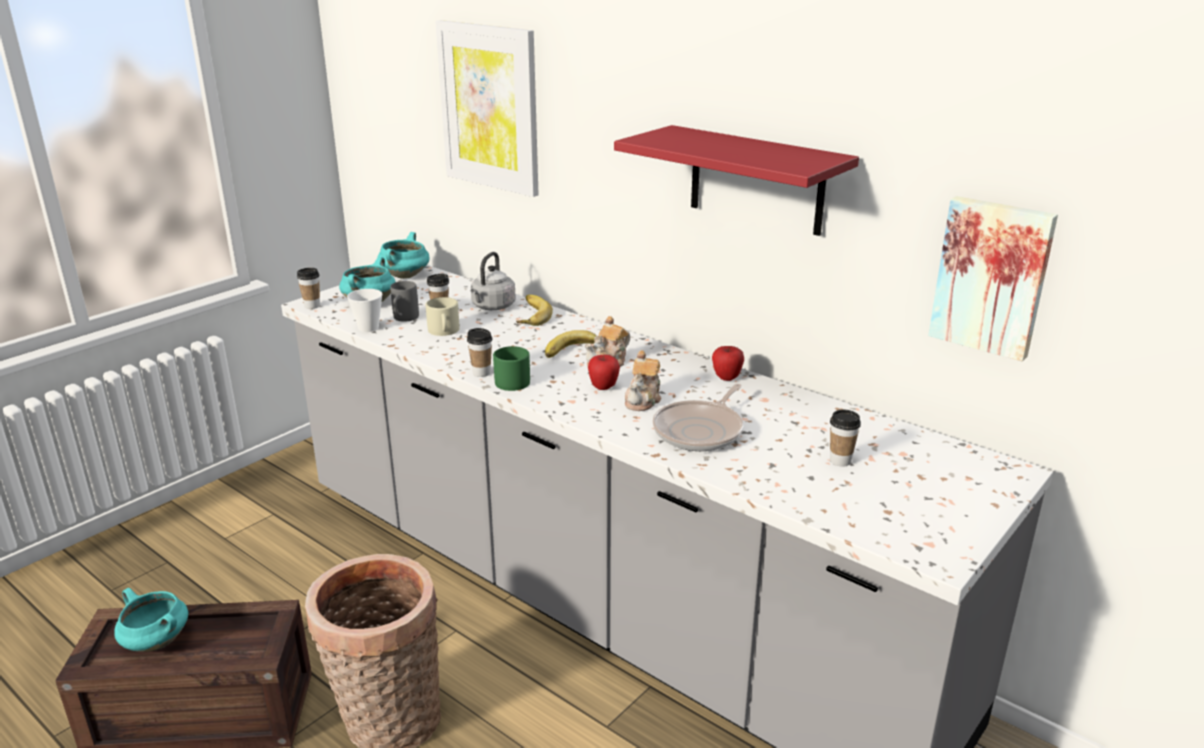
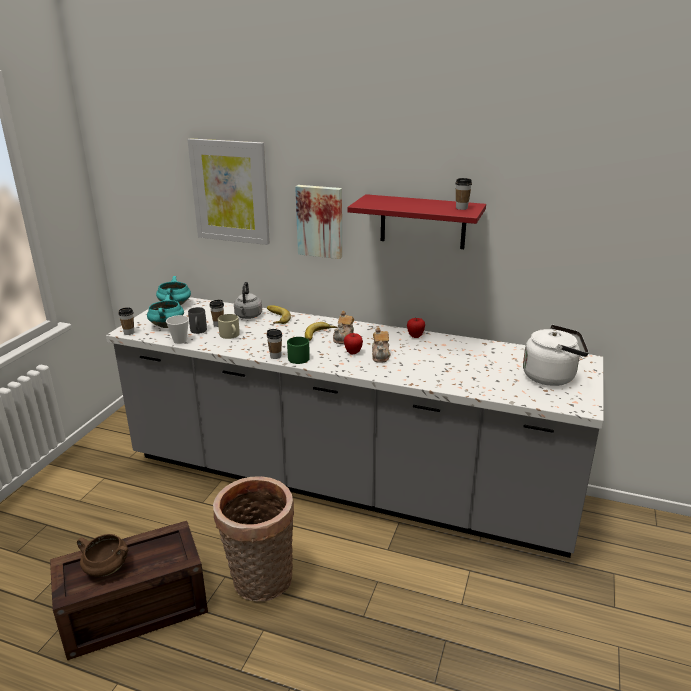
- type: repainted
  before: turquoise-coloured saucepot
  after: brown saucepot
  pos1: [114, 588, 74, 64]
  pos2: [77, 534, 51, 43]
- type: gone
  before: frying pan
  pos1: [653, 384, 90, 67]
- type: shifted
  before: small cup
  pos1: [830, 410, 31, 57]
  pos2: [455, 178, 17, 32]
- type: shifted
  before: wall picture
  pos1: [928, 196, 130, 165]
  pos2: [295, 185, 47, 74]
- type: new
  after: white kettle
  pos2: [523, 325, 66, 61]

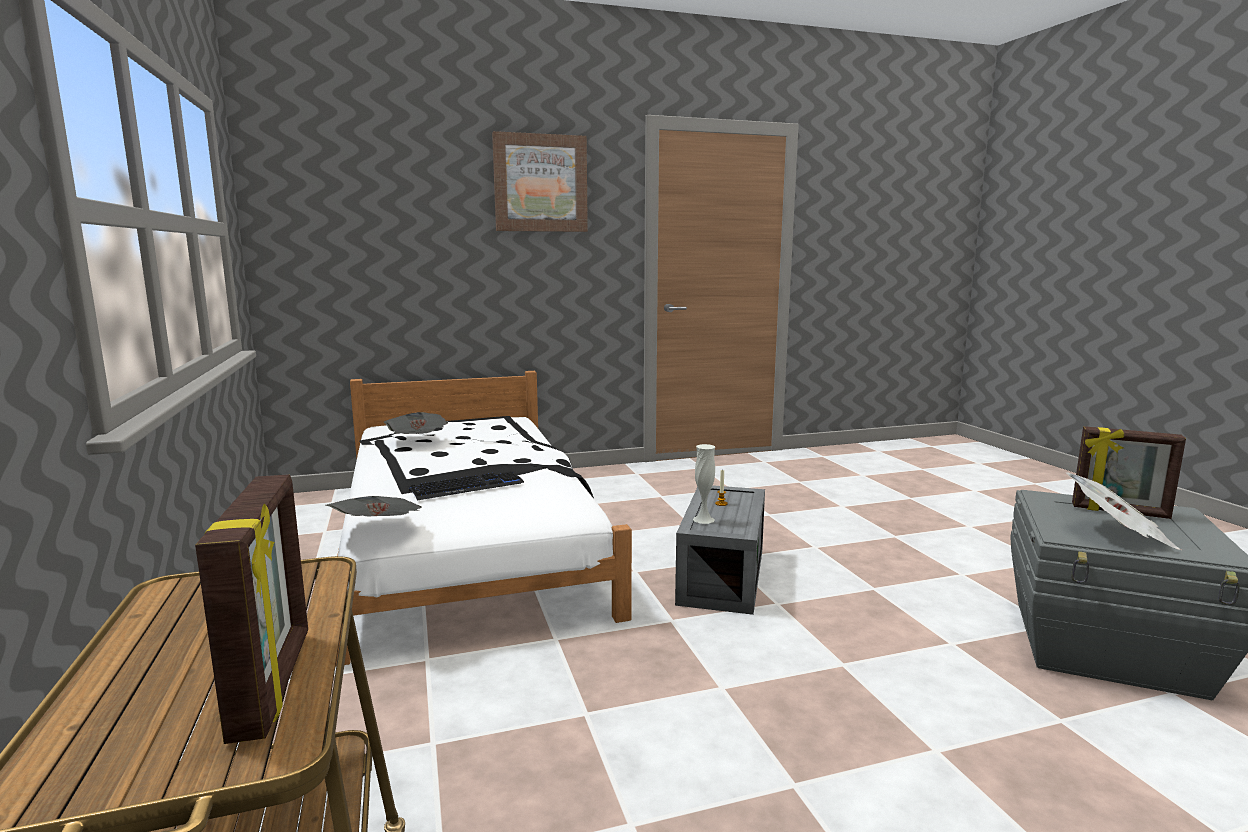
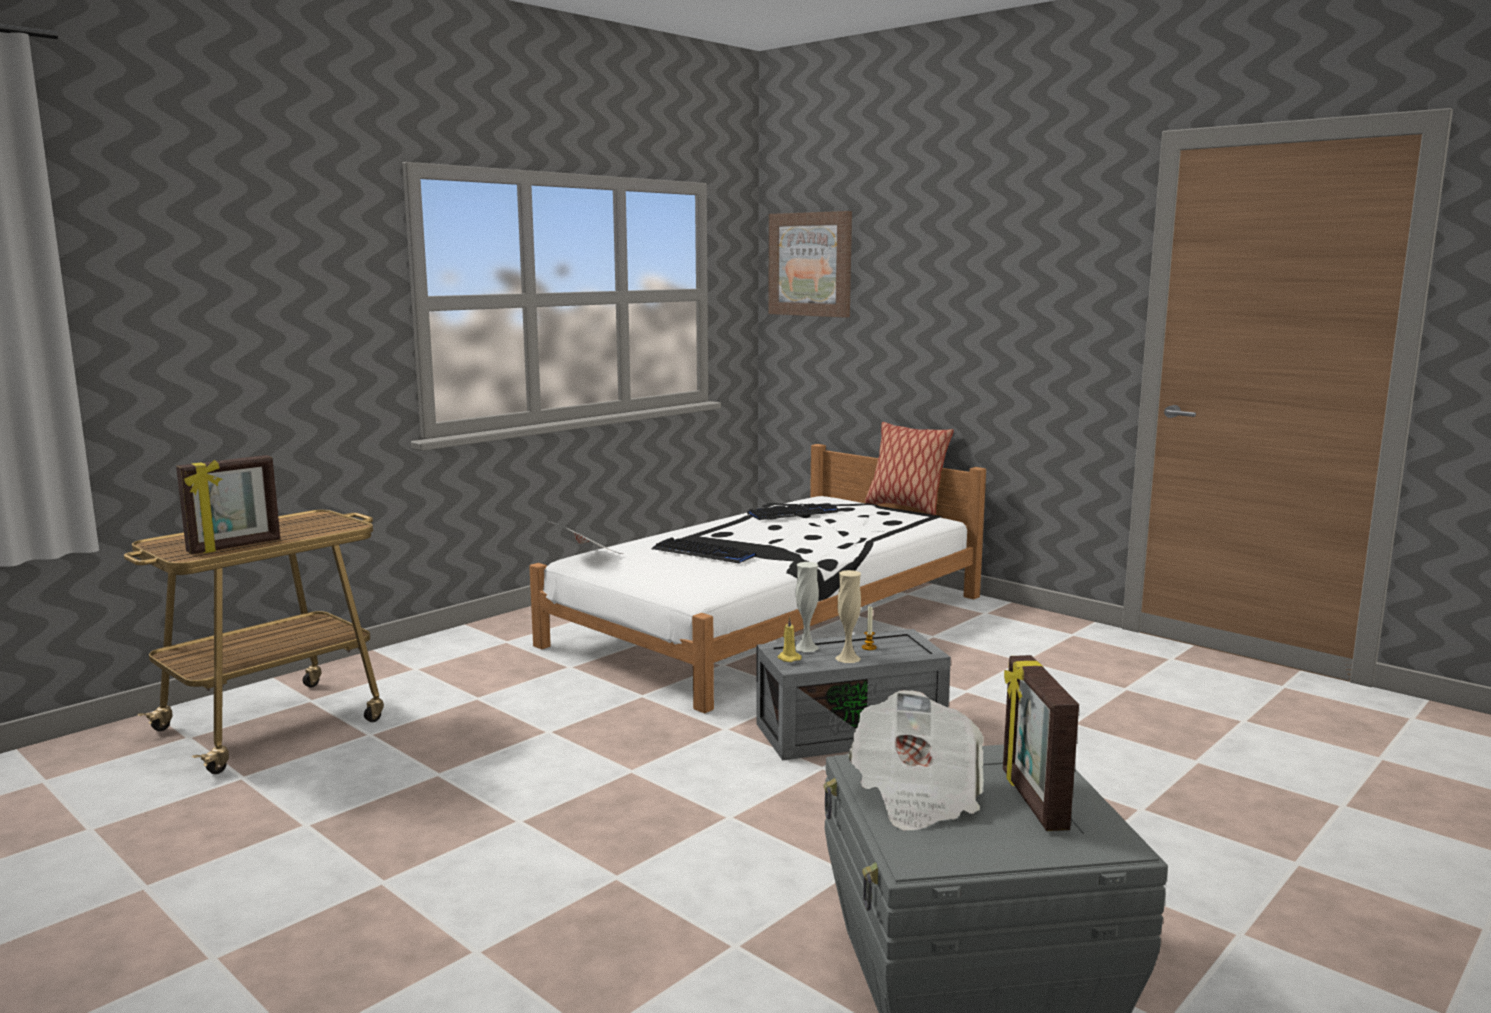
- type: swapped
  before: newspaper
  after: computer keyboard
  pos1: [384, 412, 64, 22]
  pos2: [747, 503, 94, 17]
- type: shifted
  before: wall picture
  pos1: [492, 131, 96, 101]
  pos2: [768, 211, 84, 106]
- type: new
  after: yellow candle
  pos2: [777, 617, 25, 45]
- type: new
  after: sand-coloured decorative vase
  pos2: [835, 570, 26, 93]
- type: new
  after: cushion
  pos2: [865, 422, 89, 93]

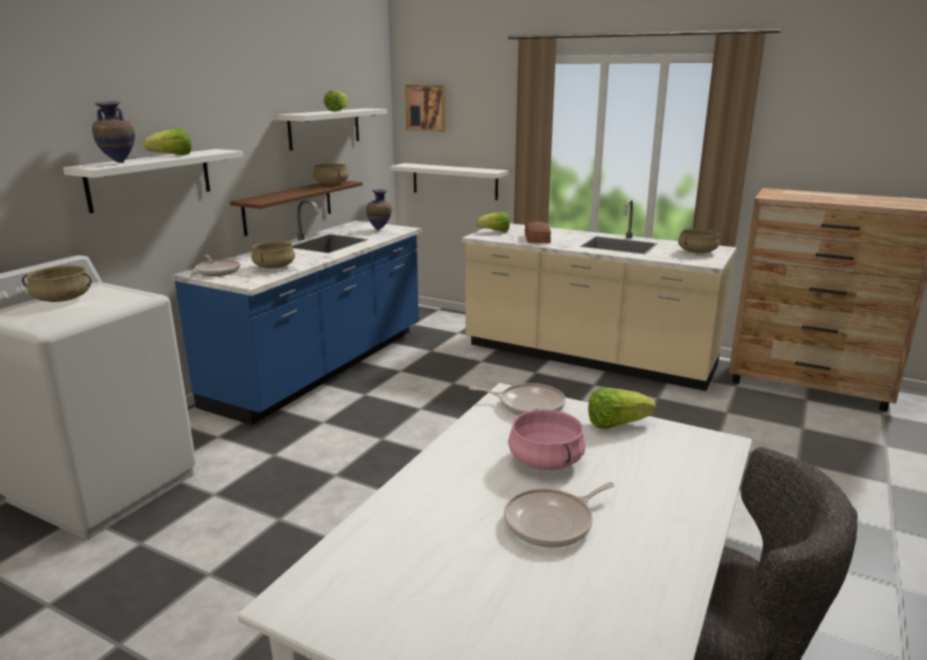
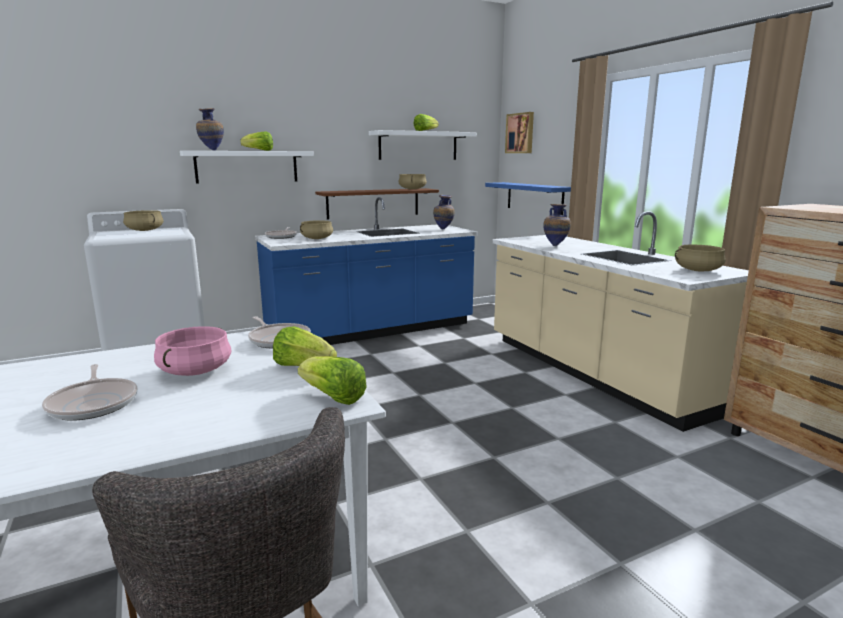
- type: repainted
  before: white wall shelf
  after: blue wall shelf
  pos1: [390, 163, 119, 37]
  pos2: [485, 182, 86, 33]
- type: shifted
  before: head of lettuce
  pos1: [476, 212, 34, 20]
  pos2: [298, 356, 69, 49]
- type: rotated
  before: frying pan
  pos1: [504, 482, 111, 66]
  pos2: [42, 364, 96, 57]
  turn: -120
- type: swapped
  before: bakery bread
  after: decorative vase
  pos1: [525, 222, 26, 21]
  pos2: [543, 204, 28, 42]

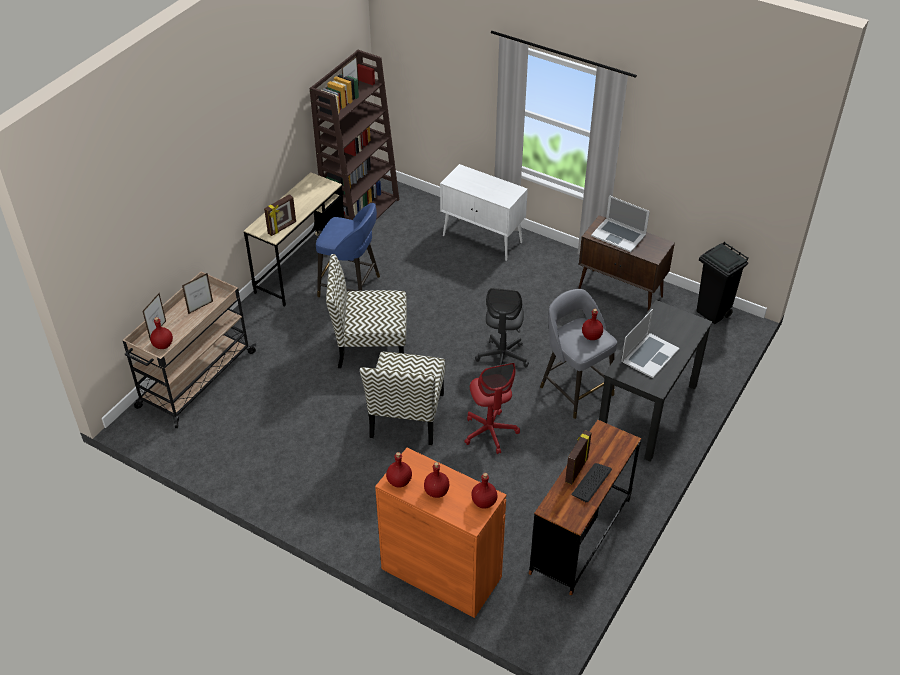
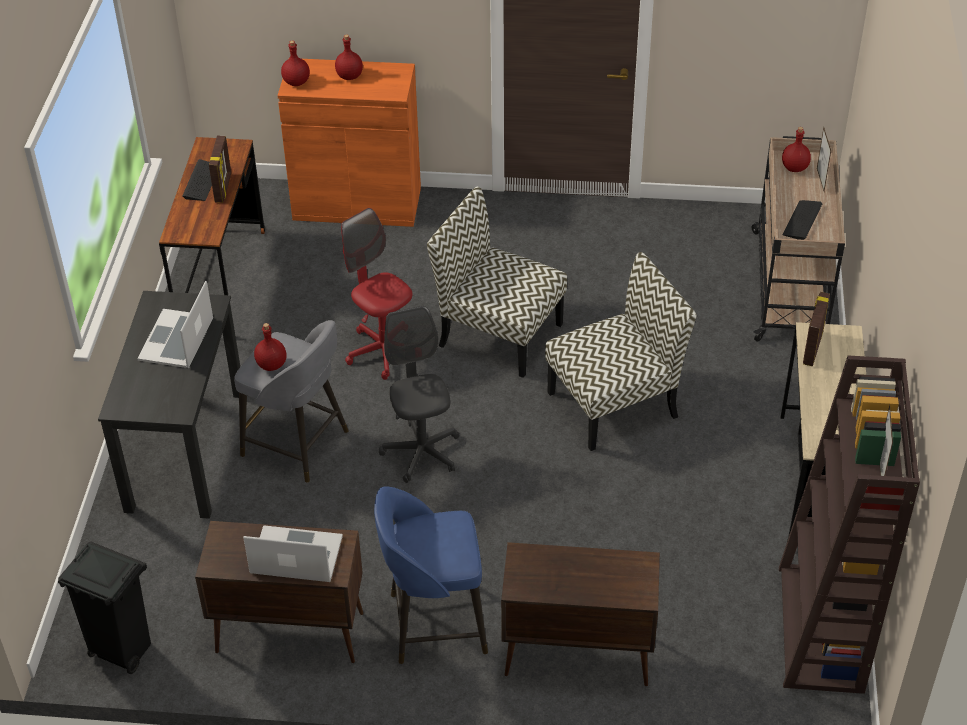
- type: swapped
  before: picture frame
  after: computer keyboard
  pos1: [182, 273, 31, 41]
  pos2: [782, 200, 40, 40]
- type: shifted
  before: blue stool seat
  pos1: [316, 203, 64, 94]
  pos2: [374, 486, 114, 178]
- type: rotated
  before: plain chair
  pos1: [360, 352, 85, 93]
  pos2: [427, 187, 140, 191]
  turn: -45
- type: gone
  before: red-coloured drink bottle
  pos1: [386, 452, 26, 36]
- type: repainted
  before: white cabinet
  after: brown cabinet
  pos1: [440, 164, 88, 97]
  pos2: [501, 542, 159, 144]

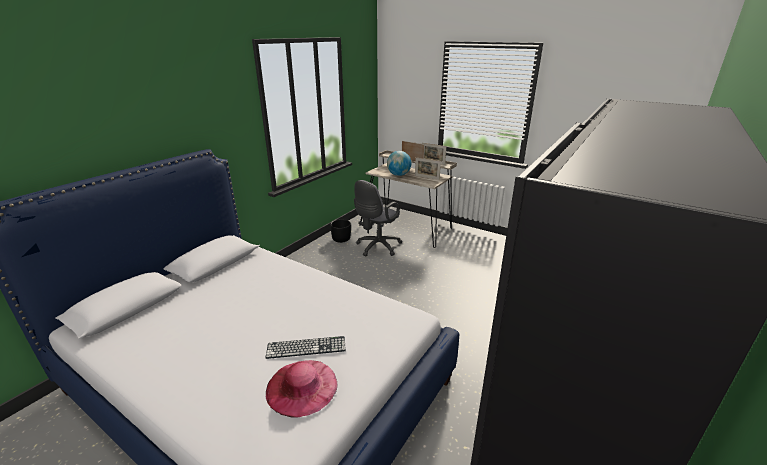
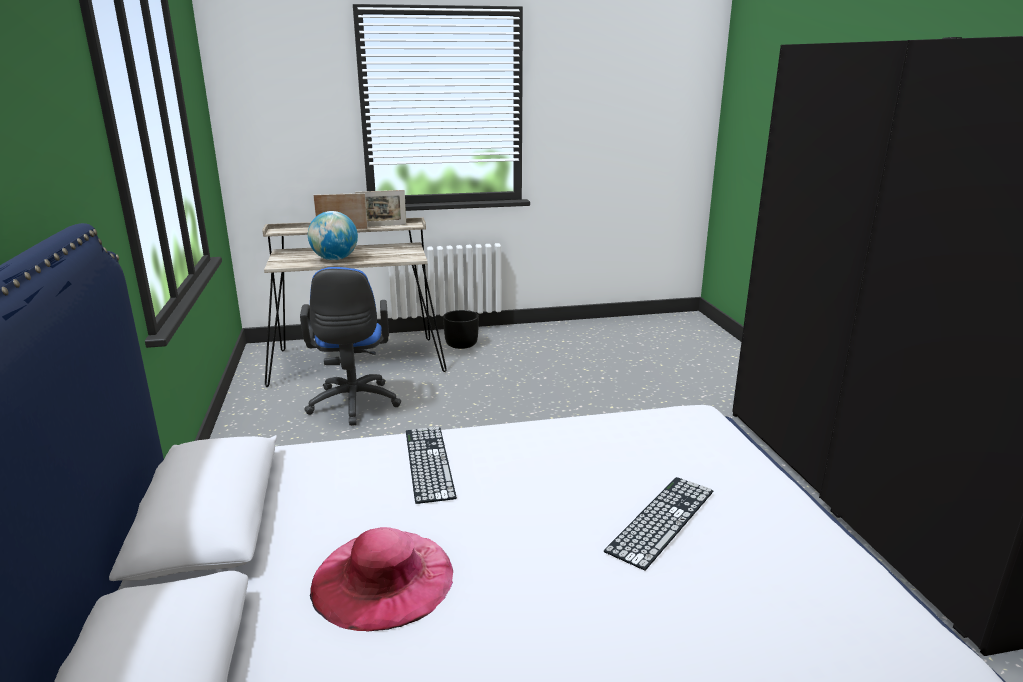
- type: shifted
  before: pink-coloured hat
  pos1: [266, 360, 72, 58]
  pos2: [310, 527, 143, 105]
- type: shifted
  before: blackish plant pot
  pos1: [330, 219, 21, 24]
  pos2: [443, 310, 36, 39]
- type: repainted
  before: greyish computer chair
  after: blue computer chair
  pos1: [354, 180, 48, 76]
  pos2: [300, 267, 101, 159]
- type: gone
  before: picture frame
  pos1: [415, 157, 26, 23]
- type: new
  after: computer keyboard
  pos2: [406, 427, 51, 77]

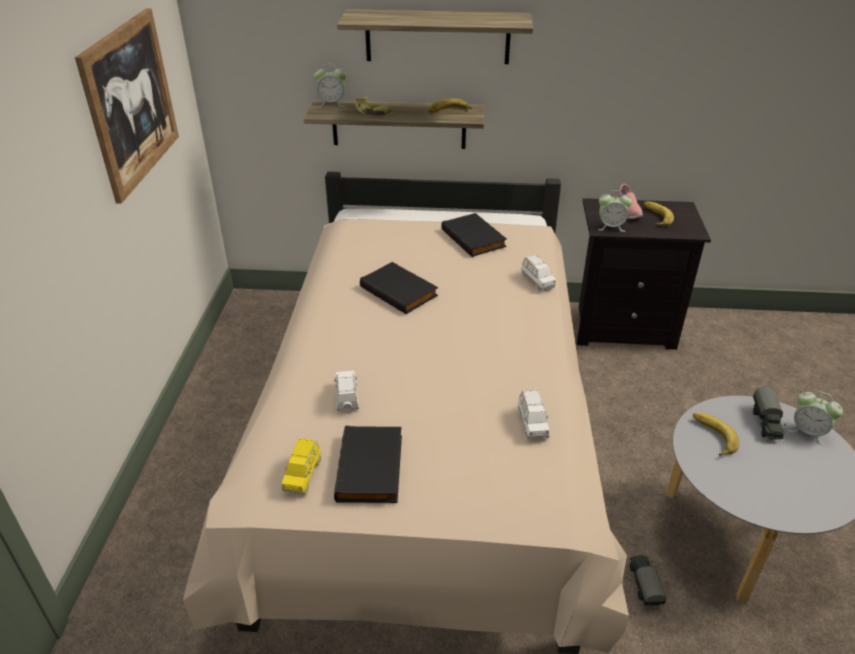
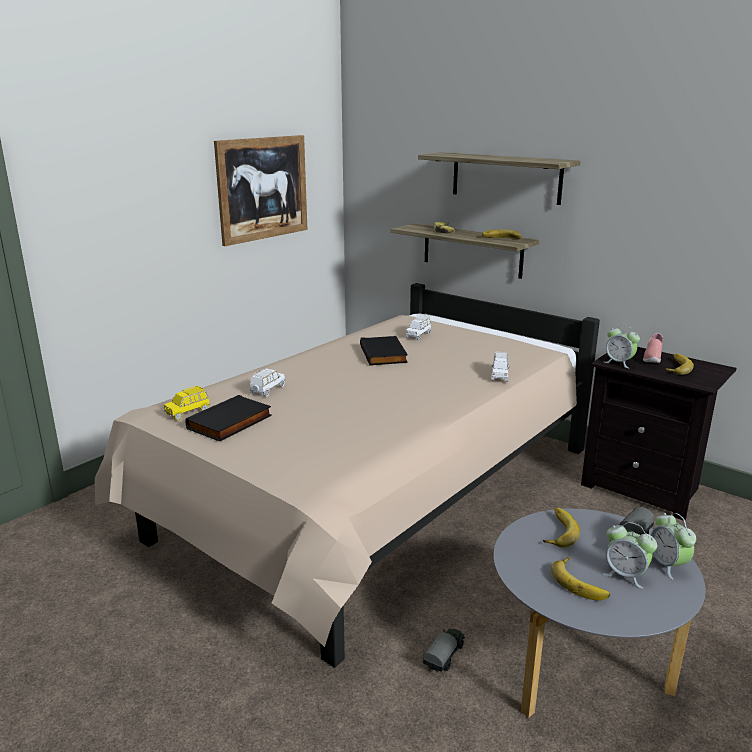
- type: shifted
  before: bedside clock
  pos1: [314, 63, 32, 44]
  pos2: [602, 522, 55, 67]
- type: gone
  before: blackish volume
  pos1: [441, 213, 66, 44]
- type: shifted
  before: white toy car
  pos1: [518, 390, 32, 50]
  pos2: [406, 315, 25, 25]
- type: new
  after: banana fruit
  pos2: [551, 557, 59, 44]

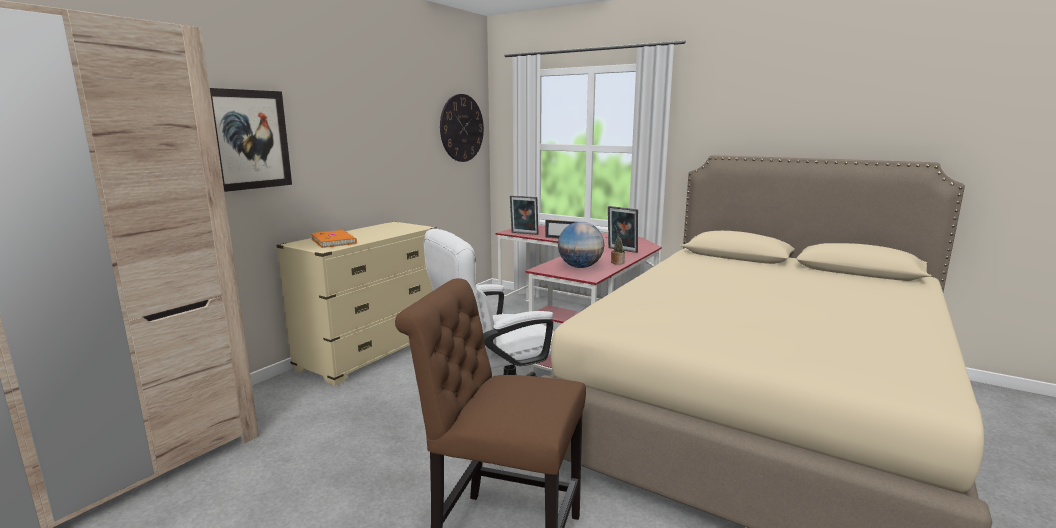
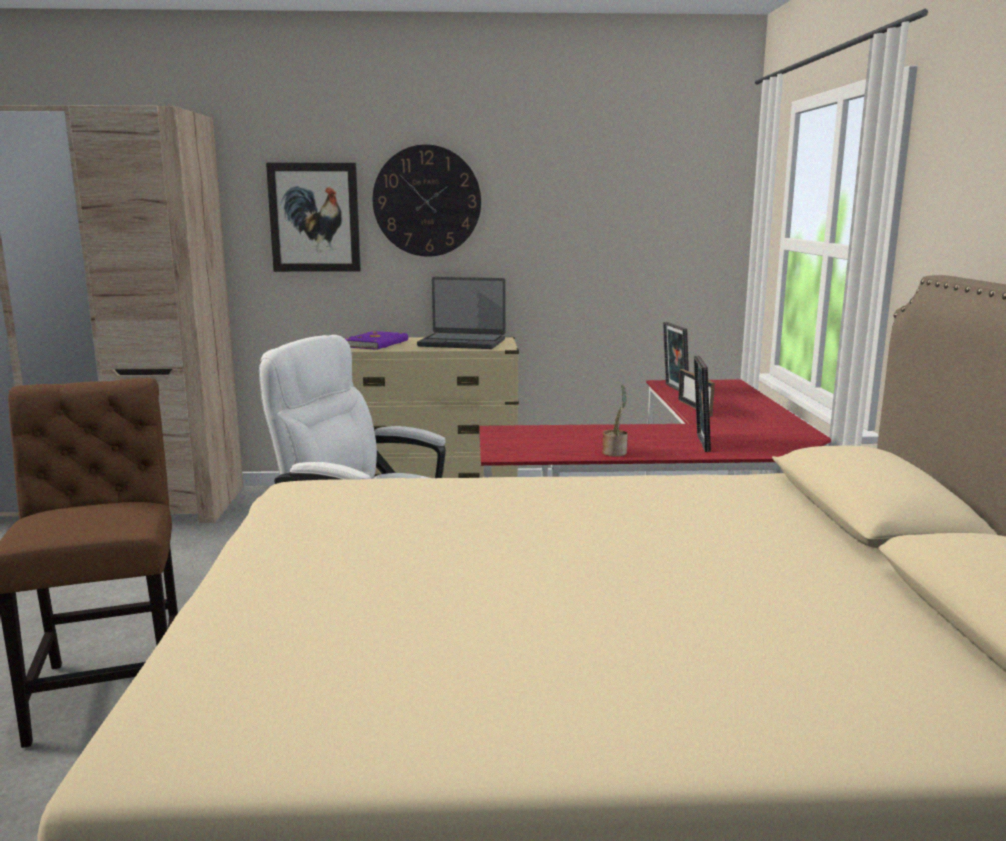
- type: repainted
  before: orange volume
  after: purple-coloured volume
  pos1: [311, 230, 46, 18]
  pos2: [345, 331, 63, 19]
- type: shifted
  before: wall clock
  pos1: [440, 94, 44, 68]
  pos2: [373, 145, 108, 112]
- type: gone
  before: globe
  pos1: [558, 222, 46, 46]
- type: new
  after: laptop
  pos2: [417, 277, 89, 72]

